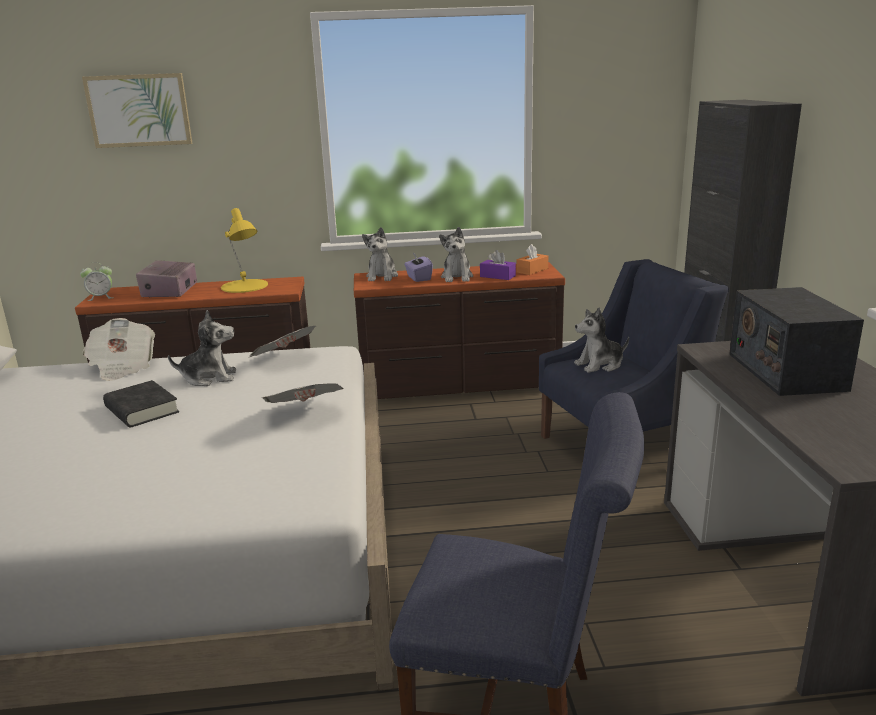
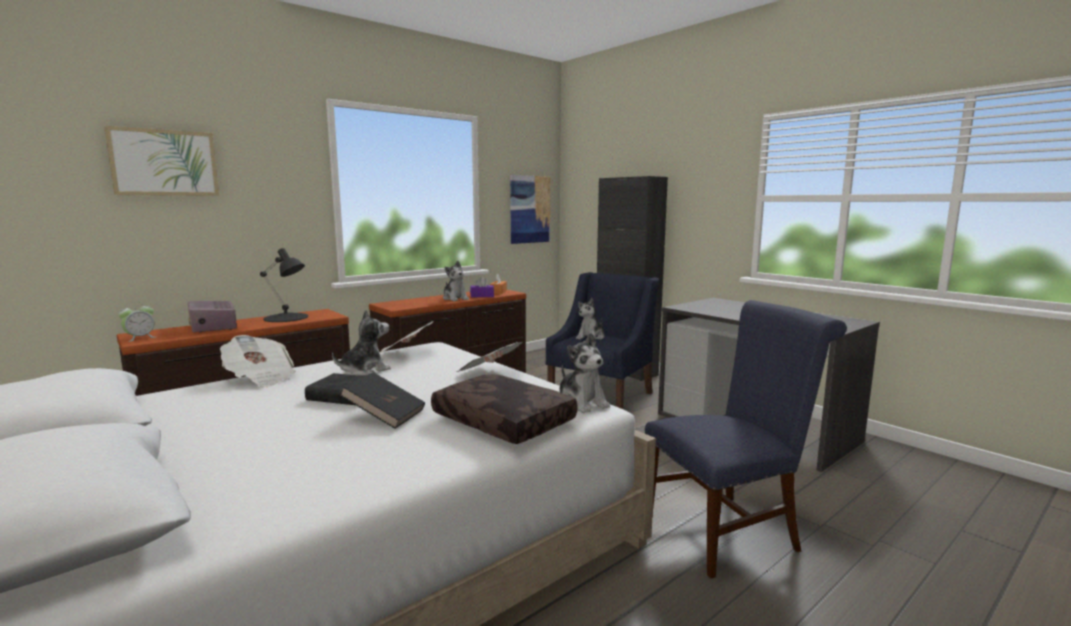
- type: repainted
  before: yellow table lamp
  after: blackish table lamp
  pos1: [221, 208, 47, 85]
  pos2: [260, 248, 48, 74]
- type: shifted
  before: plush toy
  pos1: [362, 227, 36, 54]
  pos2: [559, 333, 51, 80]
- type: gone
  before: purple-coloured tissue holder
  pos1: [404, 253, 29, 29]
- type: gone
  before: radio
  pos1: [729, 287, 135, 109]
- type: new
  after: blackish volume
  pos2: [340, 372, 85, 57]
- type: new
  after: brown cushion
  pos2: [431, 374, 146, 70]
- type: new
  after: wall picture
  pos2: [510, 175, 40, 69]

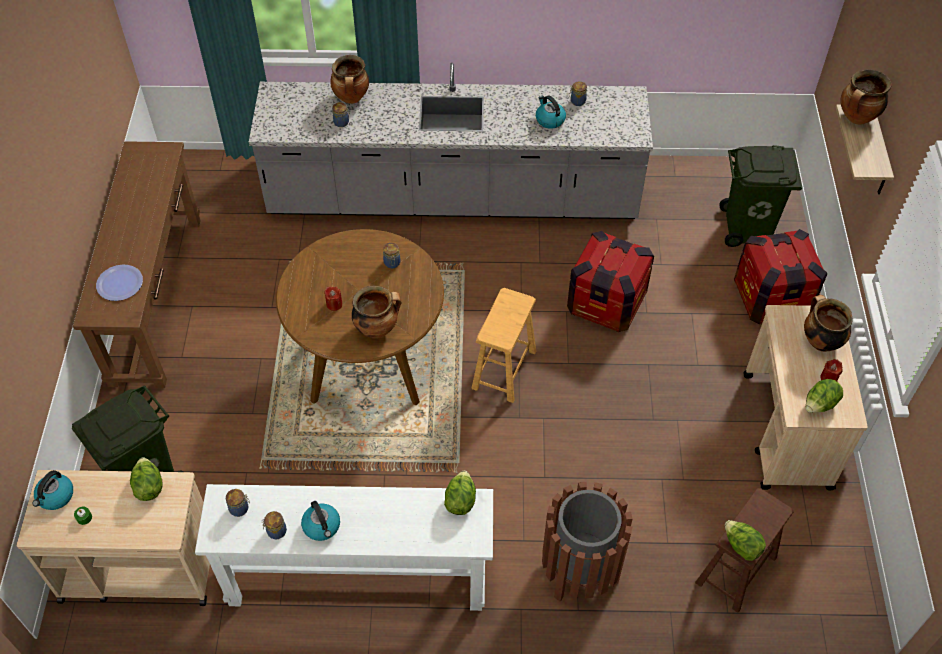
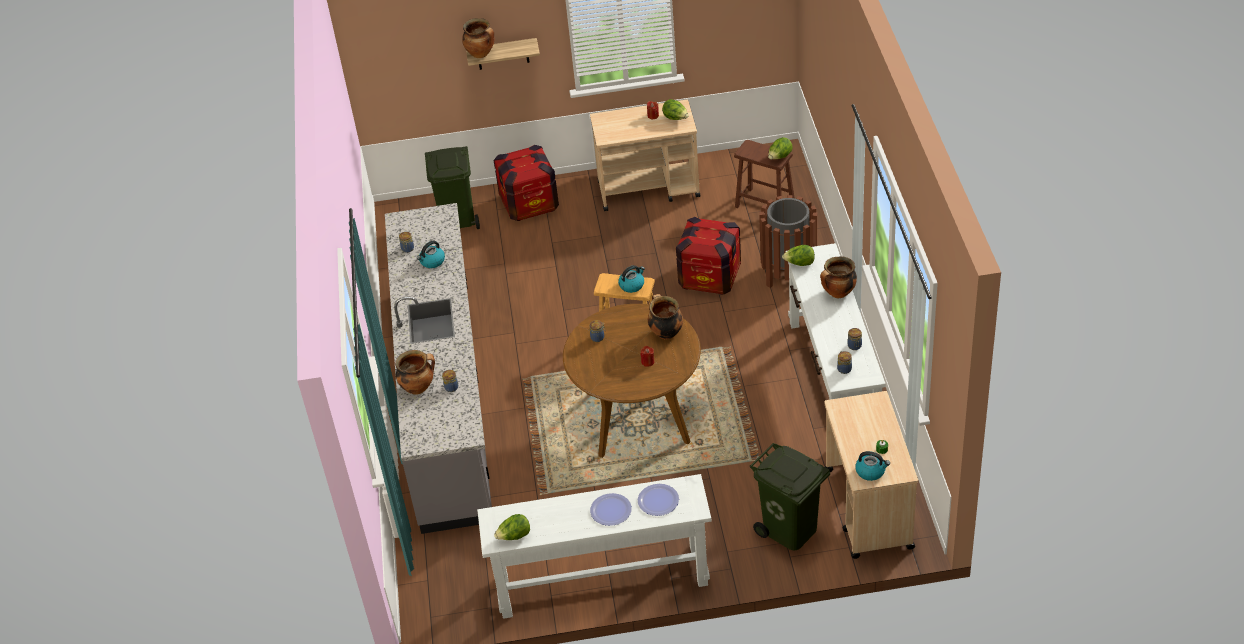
- type: repainted
  before: brown hall table
  after: white hall table
  pos1: [73, 141, 128, 247]
  pos2: [477, 474, 234, 145]
- type: shifted
  before: head of lettuce
  pos1: [130, 457, 33, 44]
  pos2: [494, 514, 36, 26]
- type: shifted
  before: kettle
  pos1: [301, 501, 39, 40]
  pos2: [618, 265, 27, 28]
- type: shifted
  before: packing crate
  pos1: [567, 231, 87, 101]
  pos2: [676, 217, 65, 78]
- type: shifted
  before: saucepot
  pos1: [804, 295, 49, 57]
  pos2: [820, 256, 37, 42]
- type: new
  after: plate
  pos2: [590, 493, 42, 33]

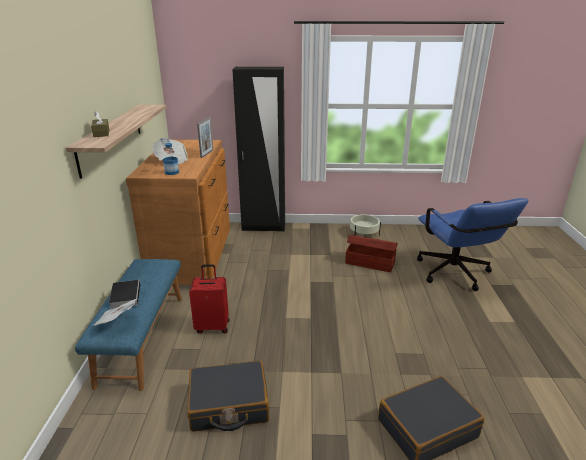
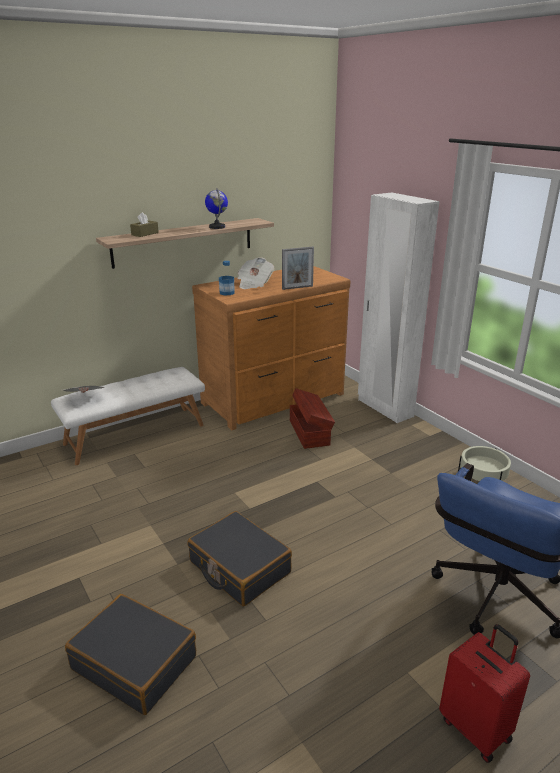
- type: repainted
  before: blue long seat
  after: white long seat
  pos1: [75, 259, 107, 132]
  pos2: [51, 367, 154, 98]
- type: gone
  before: volume
  pos1: [109, 280, 31, 29]
- type: shifted
  before: blackish piece of luggage
  pos1: [188, 360, 81, 72]
  pos2: [188, 511, 104, 95]
- type: shifted
  before: red-coloured piece of luggage
  pos1: [189, 264, 40, 70]
  pos2: [439, 624, 91, 139]
- type: repainted
  before: blackish armoire
  after: white armoire
  pos1: [232, 67, 53, 164]
  pos2: [358, 192, 81, 231]
- type: shifted
  before: brown storage container
  pos1: [345, 235, 52, 37]
  pos2: [290, 388, 45, 61]
- type: new
  after: globe
  pos2: [205, 188, 23, 41]

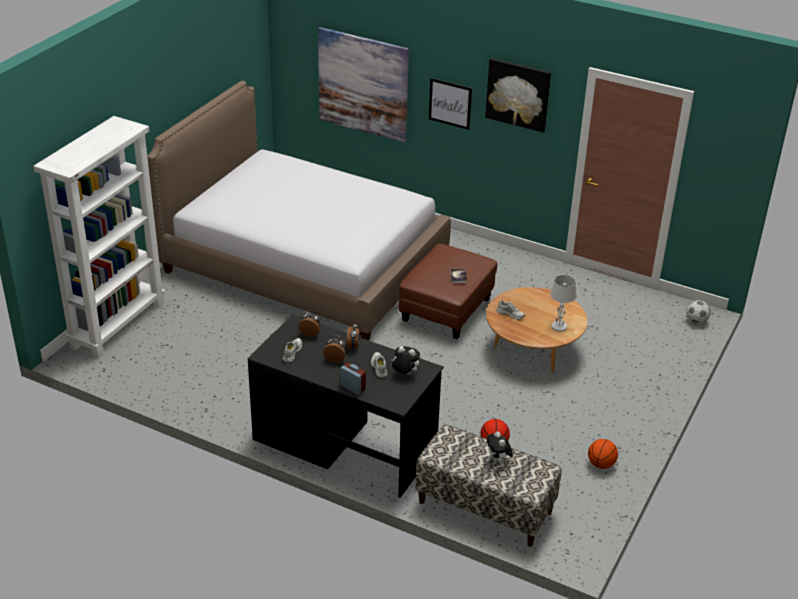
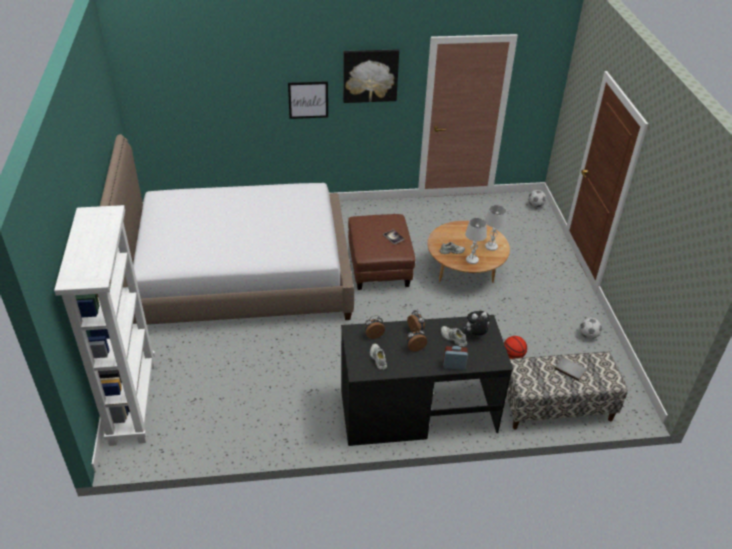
- type: gone
  before: wall picture
  pos1: [318, 27, 91, 116]
- type: swapped
  before: plush toy
  after: greyish volume
  pos1: [487, 431, 26, 32]
  pos2: [554, 357, 32, 24]
- type: swapped
  before: basketball
  after: football ball
  pos1: [588, 439, 30, 30]
  pos2: [580, 318, 22, 21]
- type: new
  after: white table lamp
  pos2: [465, 218, 22, 46]

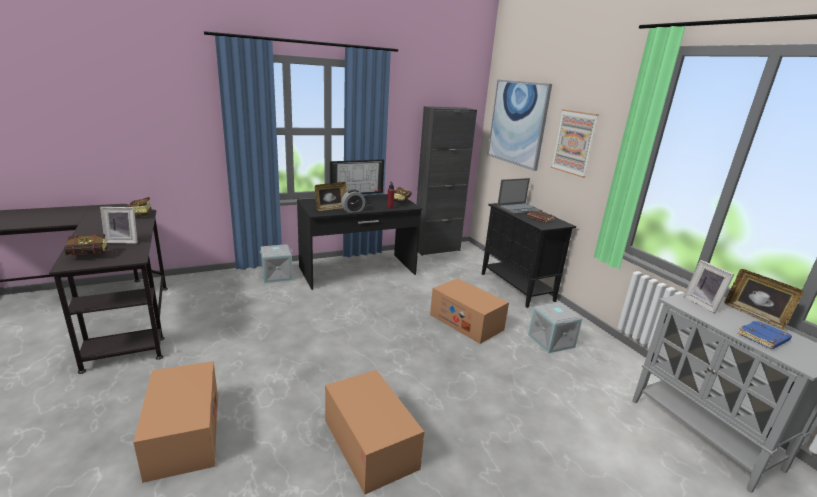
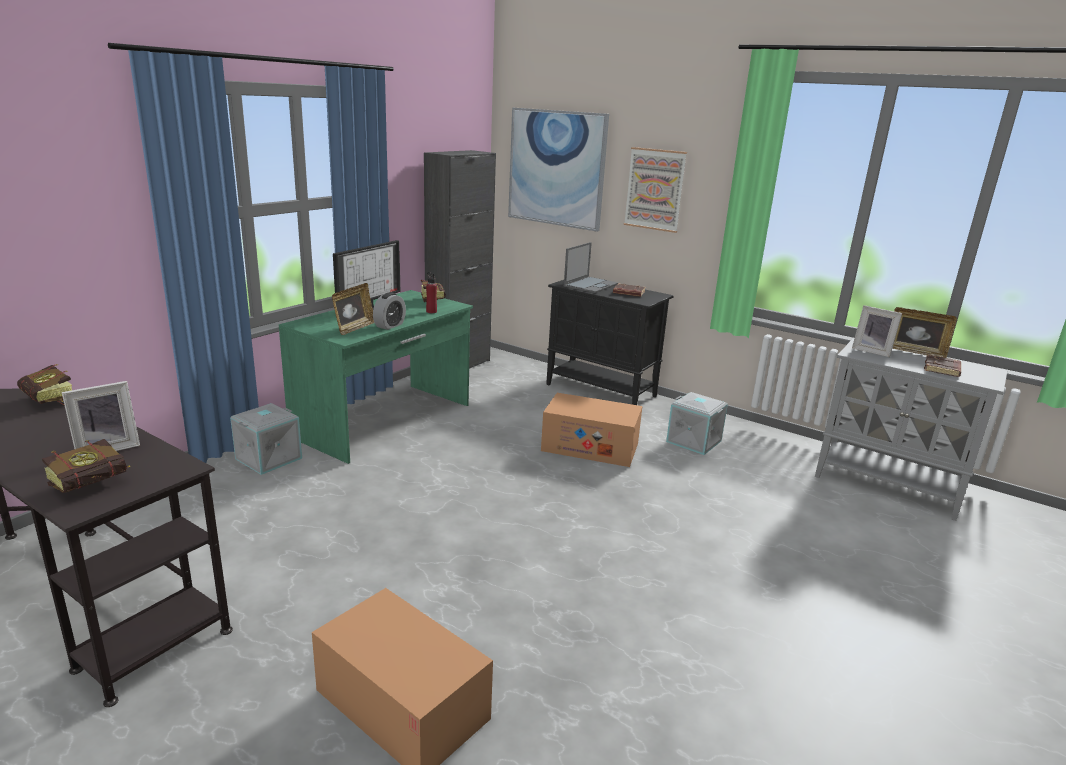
- type: repainted
  before: blackish desk
  after: green-coloured desk
  pos1: [297, 194, 125, 96]
  pos2: [279, 290, 194, 174]
- type: gone
  before: carton
  pos1: [325, 370, 99, 125]
- type: repainted
  before: blue volume
  after: brown volume
  pos1: [737, 320, 55, 29]
  pos2: [924, 355, 37, 22]

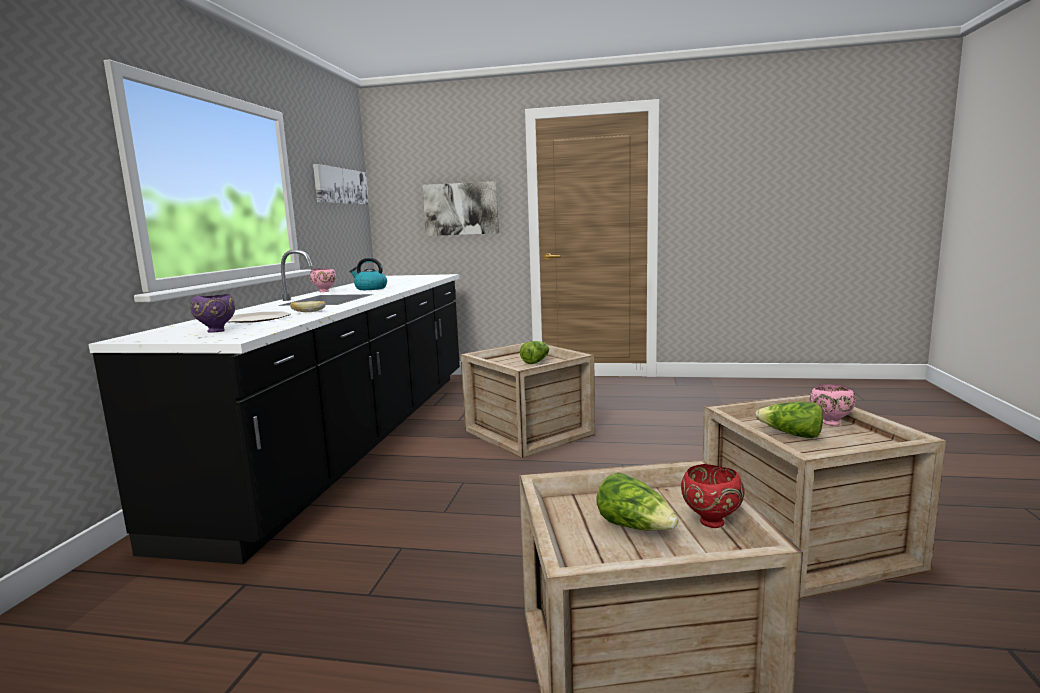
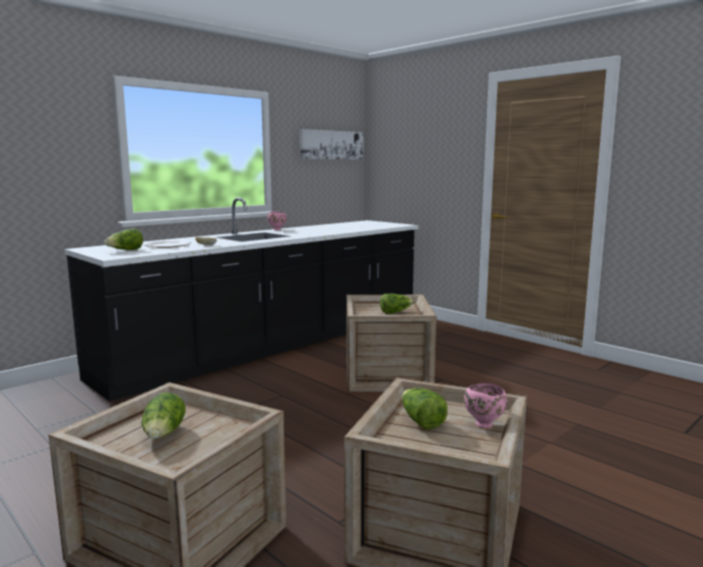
- type: swapped
  before: purple-coloured serving bowl
  after: head of lettuce
  pos1: [190, 294, 45, 39]
  pos2: [104, 228, 39, 22]
- type: gone
  before: kettle
  pos1: [350, 258, 37, 32]
- type: gone
  before: wall picture
  pos1: [422, 181, 77, 55]
- type: gone
  before: red-coloured serving bowl
  pos1: [681, 464, 64, 64]

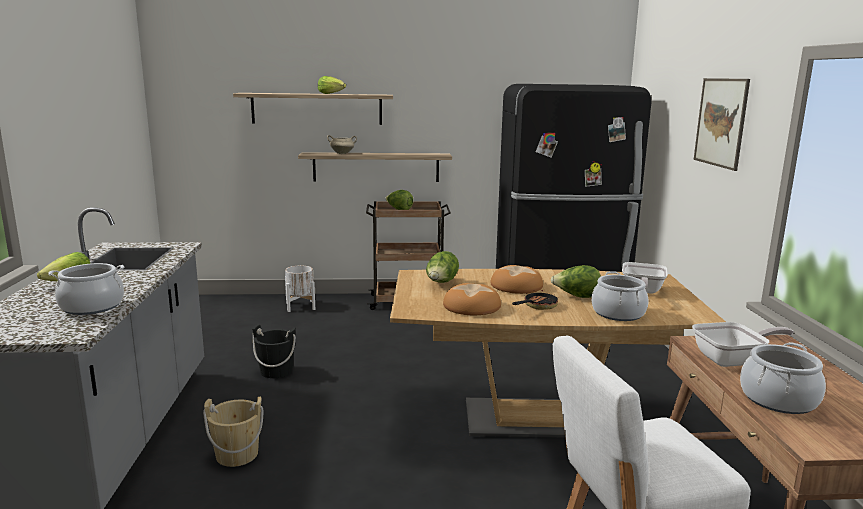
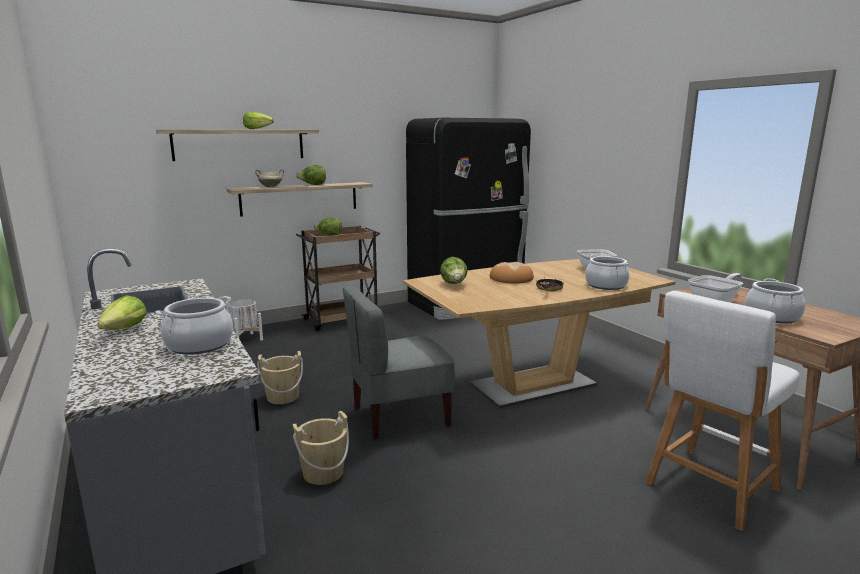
- type: repainted
  before: blackish water bucket
  after: sand-coloured water bucket
  pos1: [252, 324, 44, 54]
  pos2: [257, 351, 46, 53]
- type: gone
  before: bakery bread
  pos1: [443, 283, 58, 32]
- type: shifted
  before: head of lettuce
  pos1: [551, 265, 50, 33]
  pos2: [296, 165, 30, 20]
- type: gone
  before: wall picture
  pos1: [694, 78, 56, 93]
- type: new
  after: greyish plain chair
  pos2: [343, 285, 112, 155]

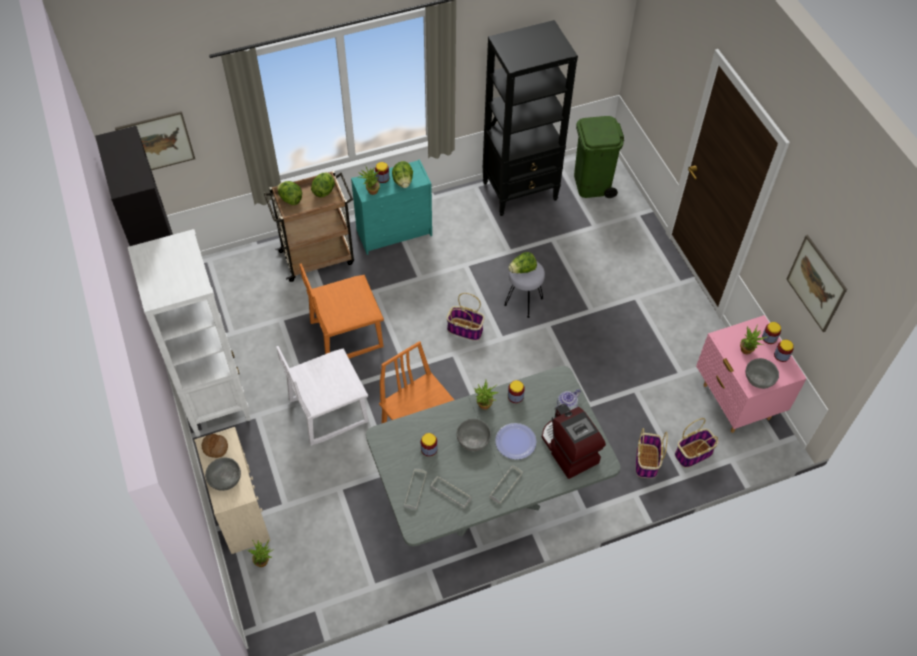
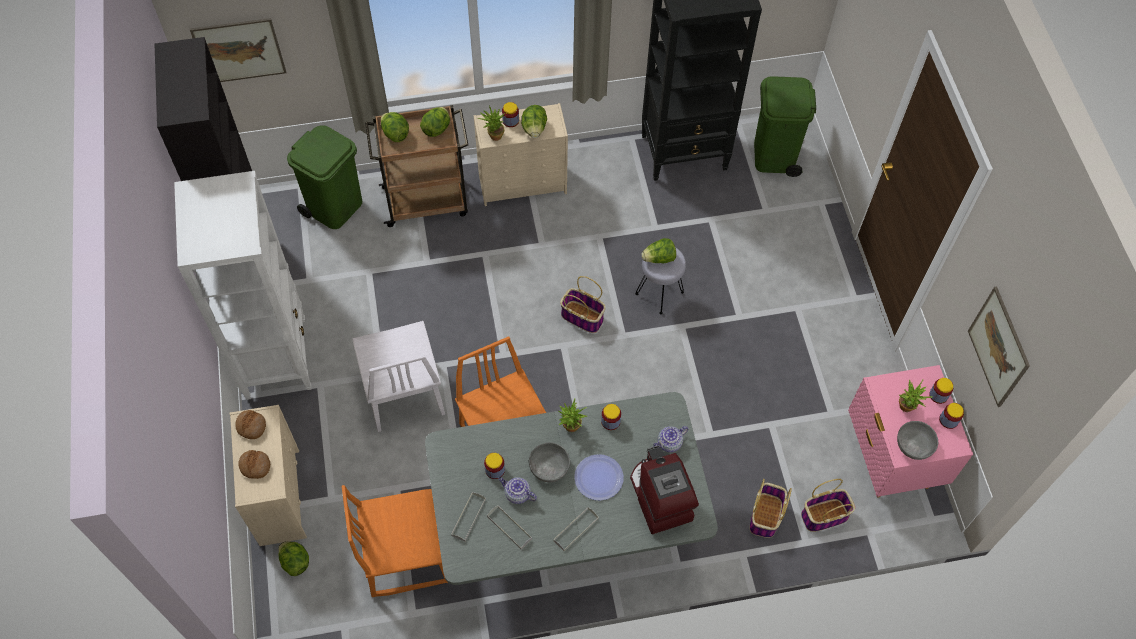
- type: swapped
  before: greyish serving bowl
  after: bakery bread
  pos1: [205, 458, 36, 33]
  pos2: [239, 450, 31, 29]
- type: swapped
  before: potted plant
  after: head of lettuce
  pos1: [248, 539, 26, 28]
  pos2: [278, 541, 31, 35]
- type: rotated
  before: white plain chair
  pos1: [276, 346, 93, 100]
  pos2: [352, 321, 93, 111]
  turn: -90
- type: shifted
  before: orange plain chair
  pos1: [299, 263, 85, 95]
  pos2: [342, 485, 106, 112]
- type: repainted
  before: turquoise-coloured drawer chest
  after: sand-coloured drawer chest
  pos1: [351, 159, 81, 96]
  pos2: [474, 103, 94, 103]
- type: new
  after: green-coloured rubbish bin
  pos2: [287, 125, 75, 104]
- type: new
  after: teapot
  pos2: [498, 477, 39, 27]

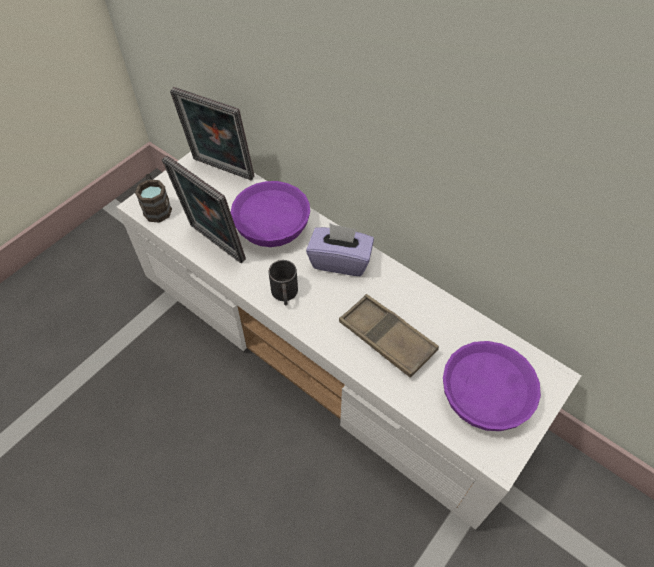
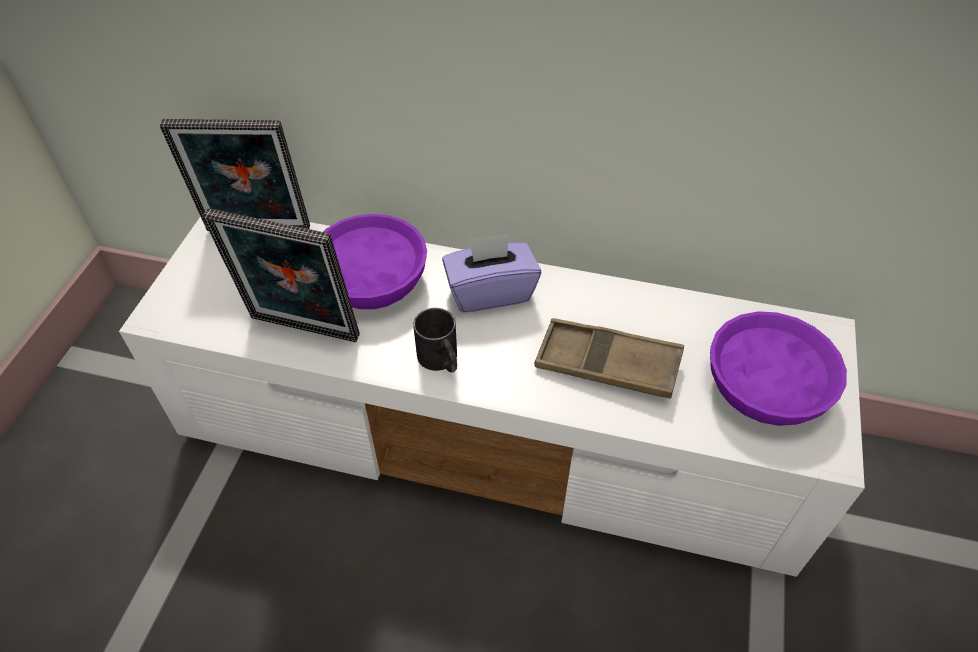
- type: gone
  before: brown mug
  pos1: [135, 174, 37, 49]

